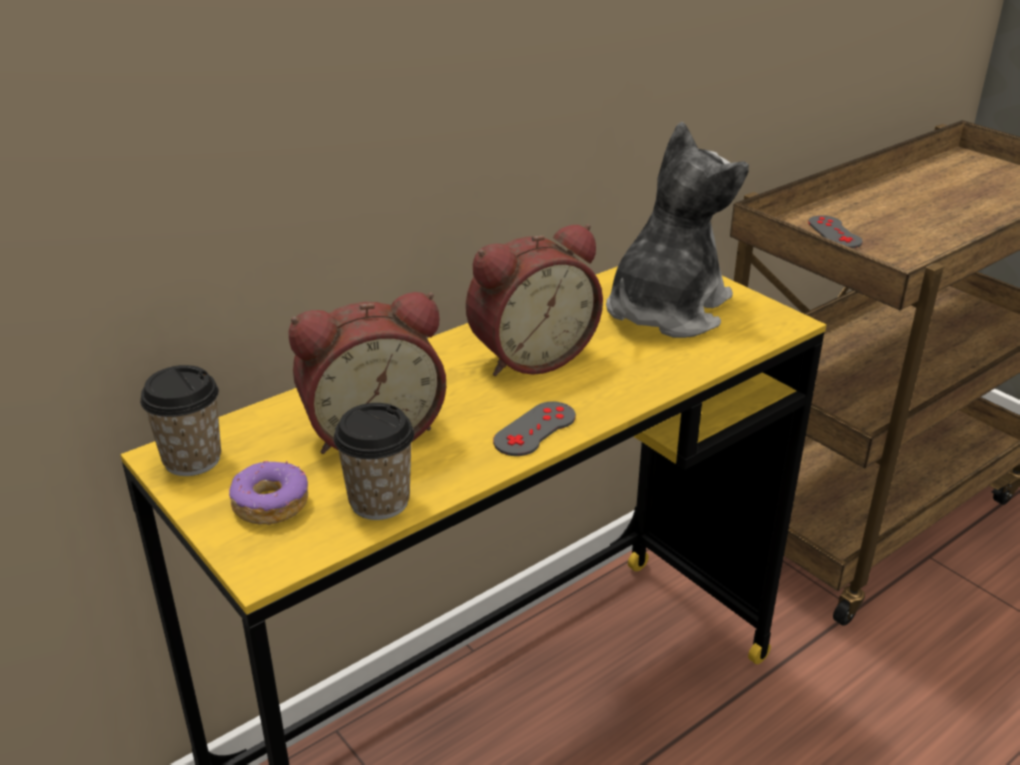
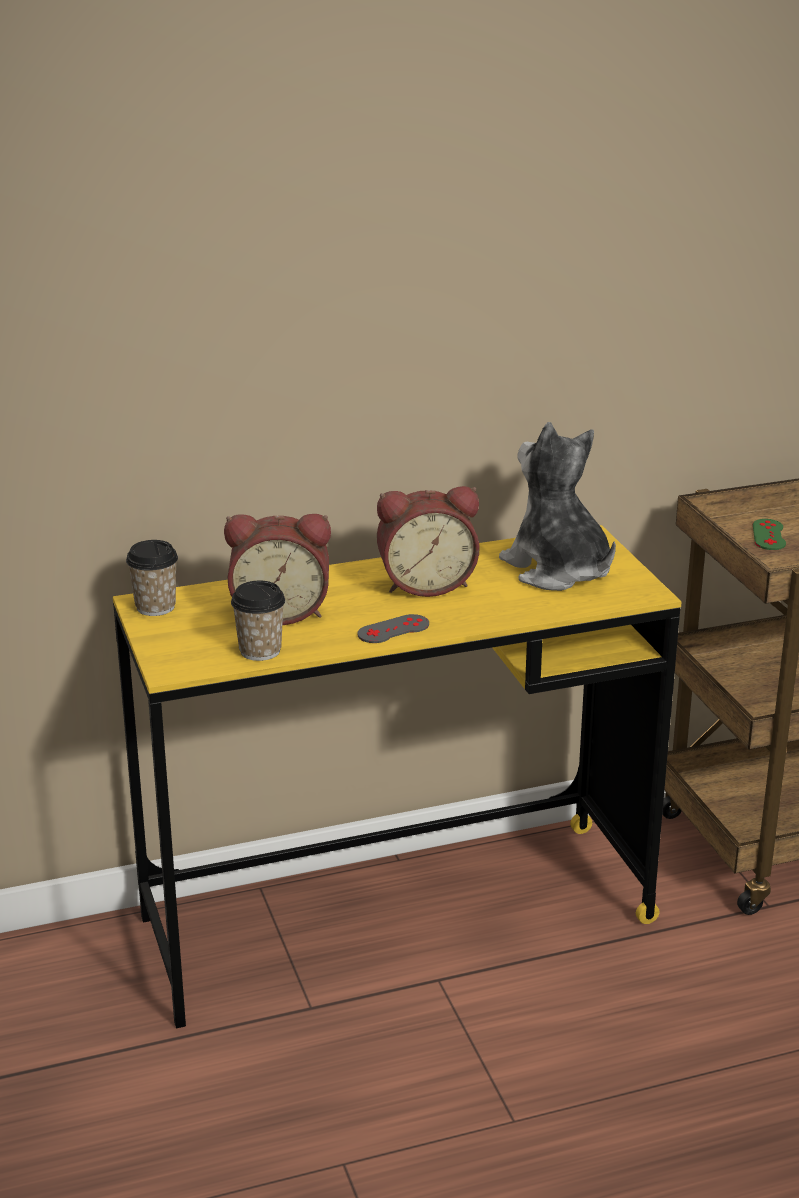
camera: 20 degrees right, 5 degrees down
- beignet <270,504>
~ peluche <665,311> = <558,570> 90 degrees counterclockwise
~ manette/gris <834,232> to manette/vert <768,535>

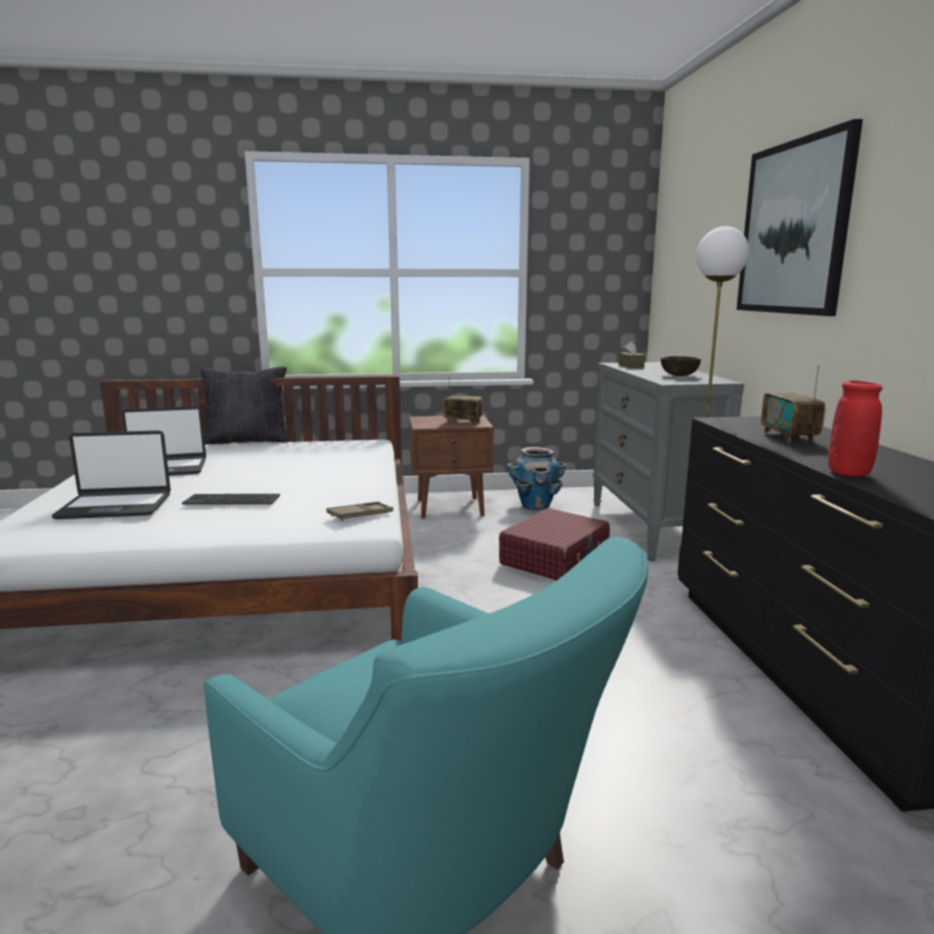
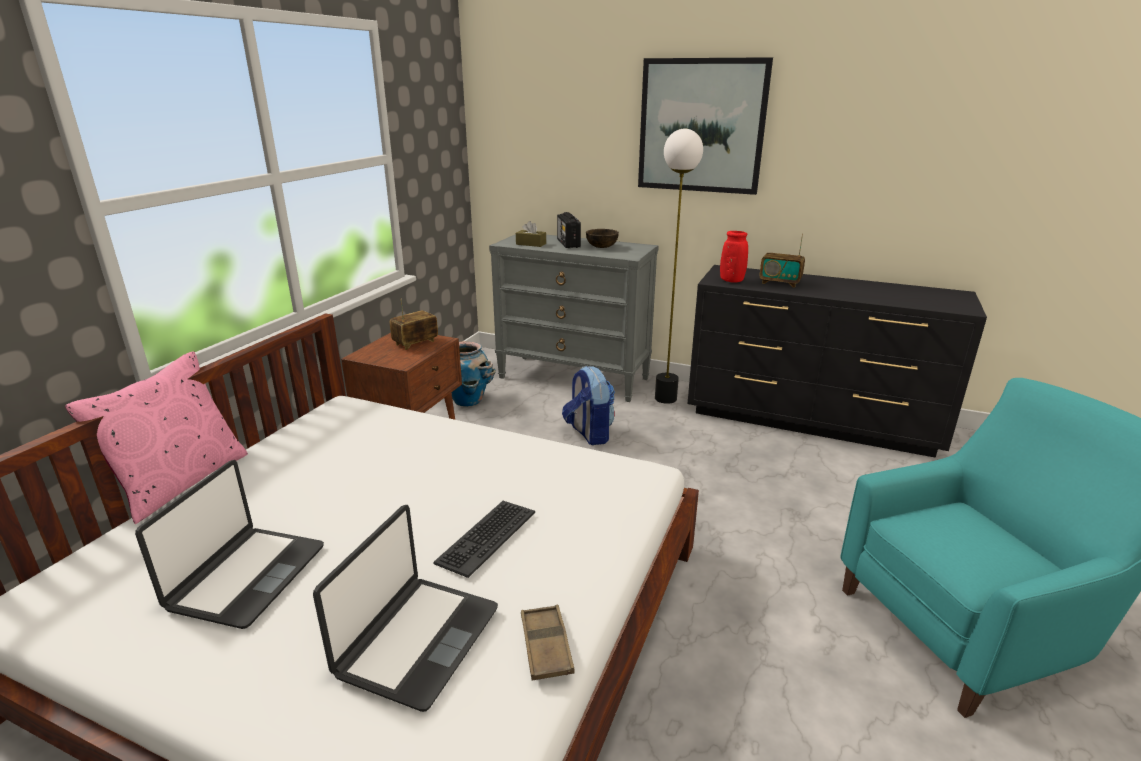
camera: 60 degrees left, 10 degrees up
~ coussin/noir <247,440> to coussin/rose <181,482>
~ plateau/marron <360,515> to <546,646>
~ valise/rouge <555,559> to sac à dos <589,433>
~ vase/rouge <848,473> to <731,280>
+ radio <568,244>

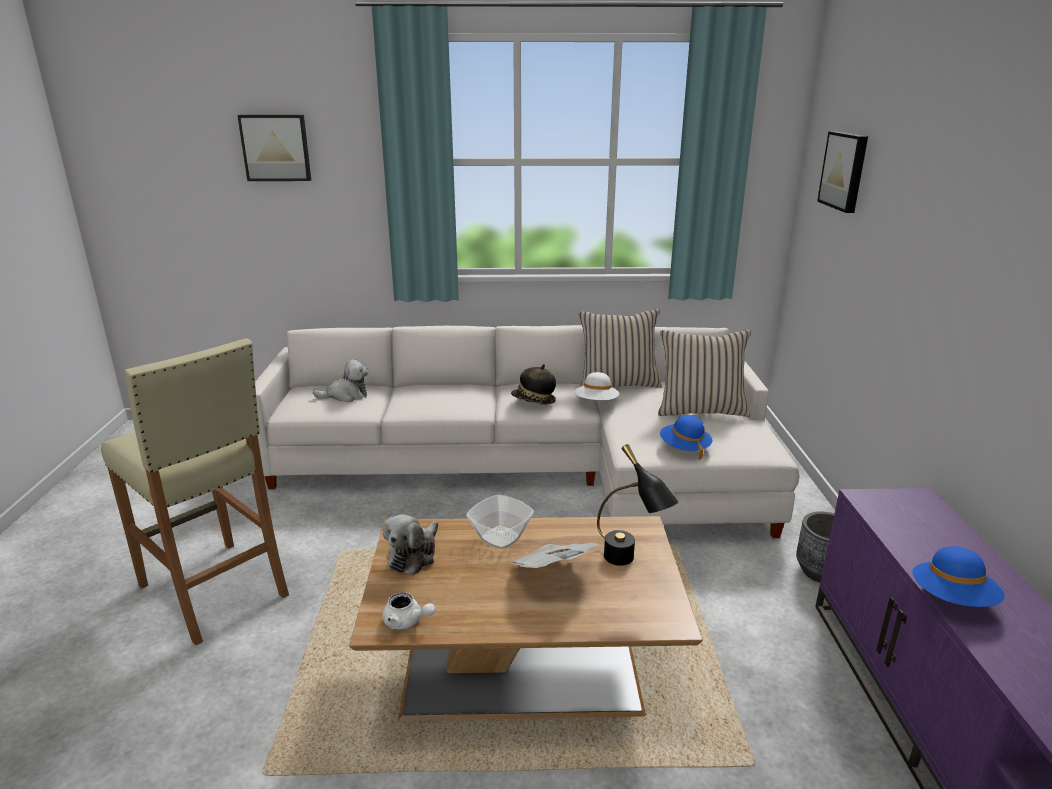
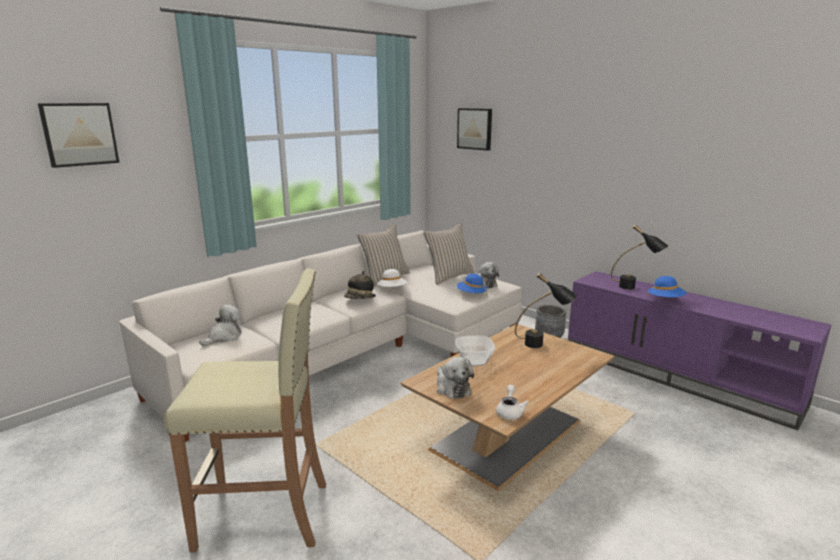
camera: 45 degrees left, 5 degrees down
~ théière/blanc <407,622> = <510,412> 60 degrees counterclockwise
- journal <553,573>
+ peluche <484,284>
+ lampe de table/noir <634,288>

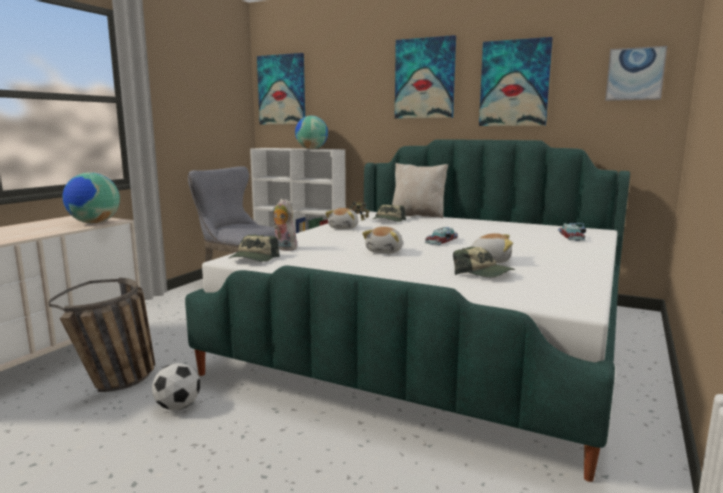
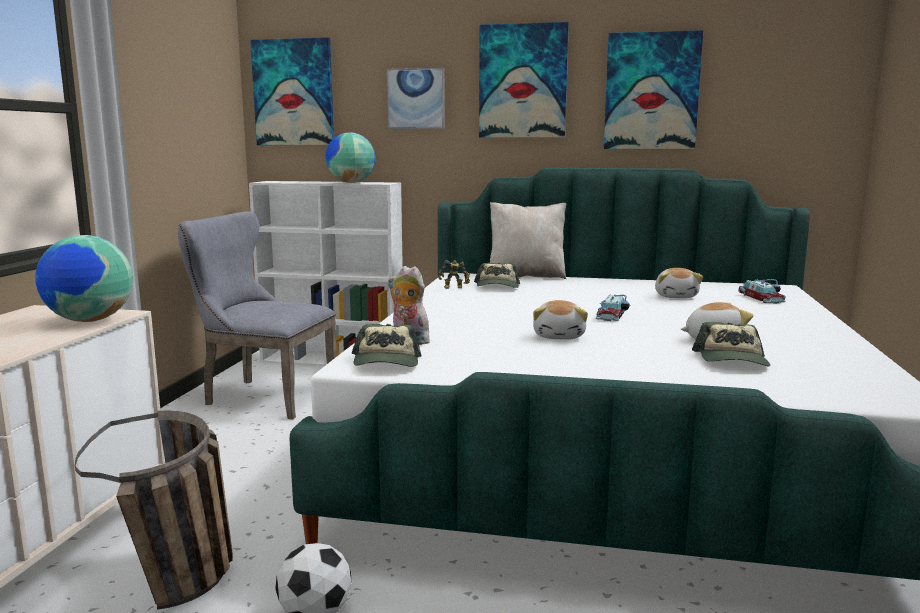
camera: 15 degrees left, 0 degrees up
~ peluche <344,228> to <676,296>
~ casquette <483,273> = <732,361> 75 degrees clockwise
~ tableau <635,74> to <416,99>

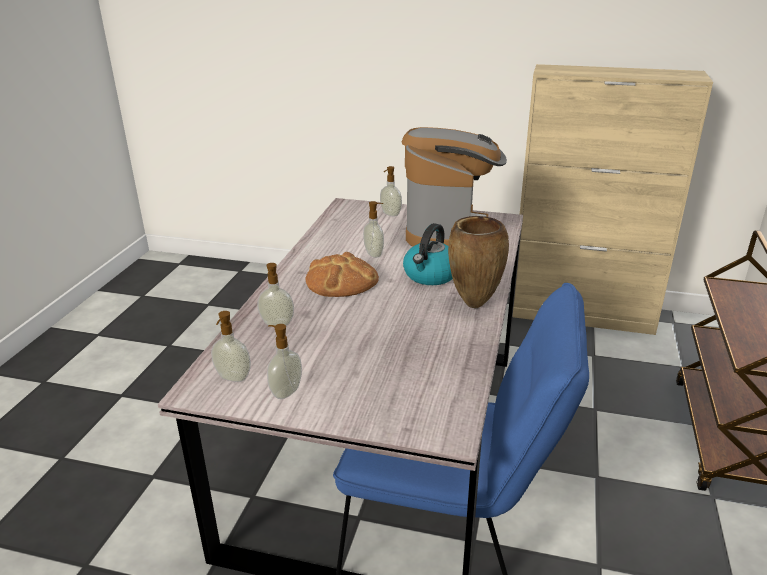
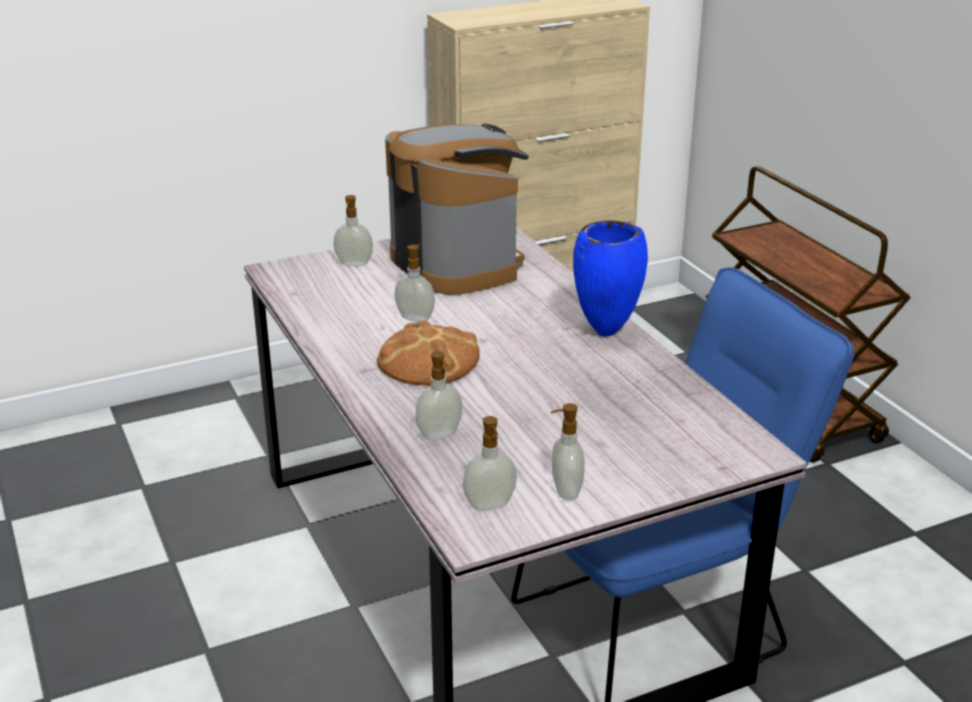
camera: 40 degrees left, 0 degrees up
- bouilloire <430,275>
~ vase/marron <473,305> to vase/bleu <606,333>

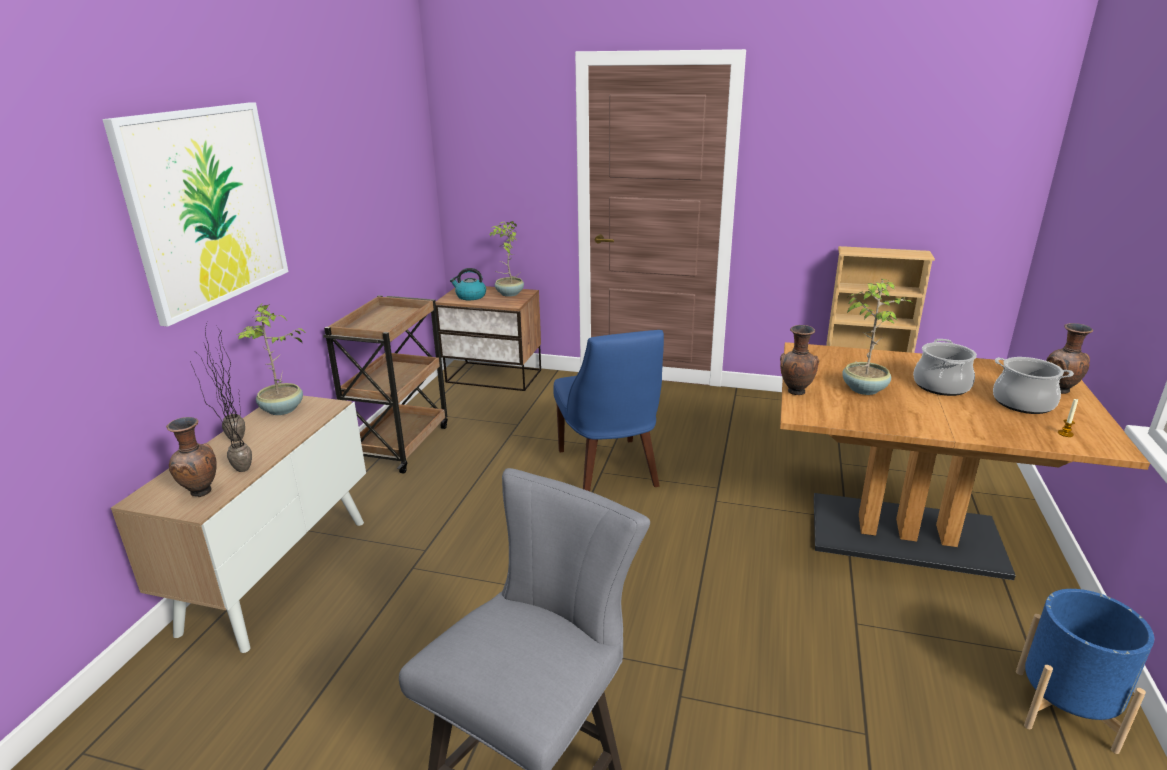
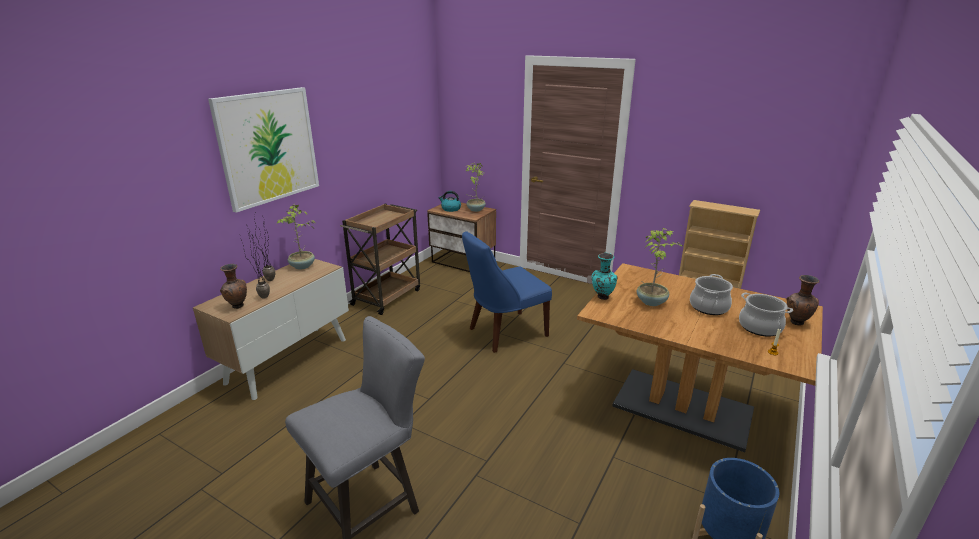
camera: 15 degrees right, 0 degrees up
~ chaise/bleu <609,471> = <504,333> 60 degrees clockwise
~ vase/marron <795,392> to vase/turquoise <602,297>

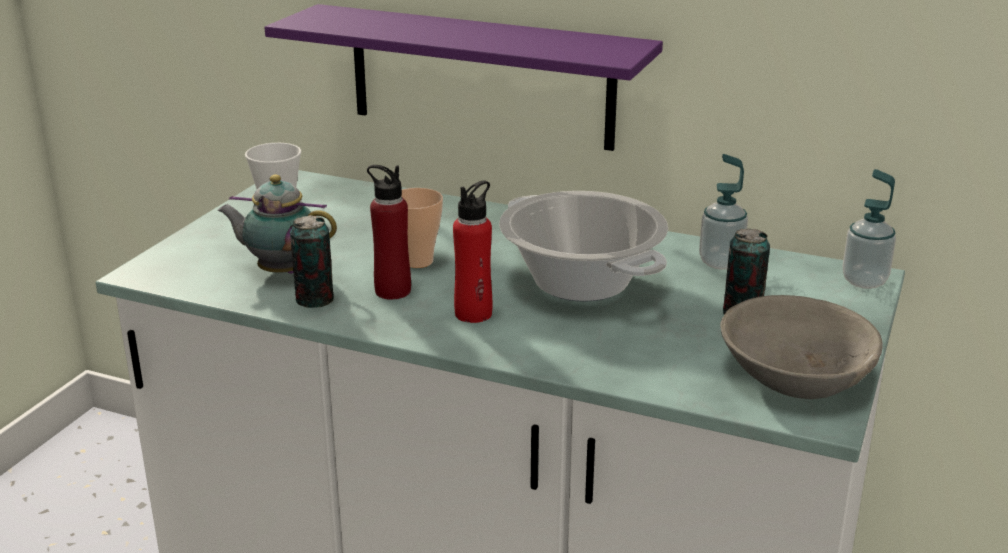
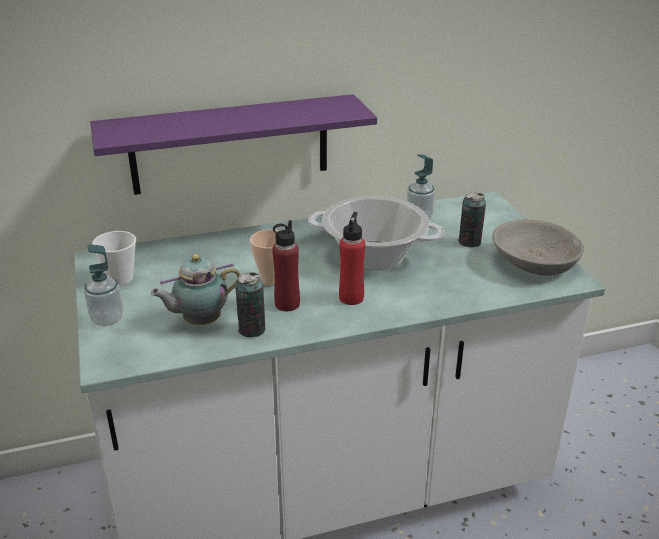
camera: 40 degrees left, 5 degrees up
~ distributeur de savon <864,281> to <107,319>

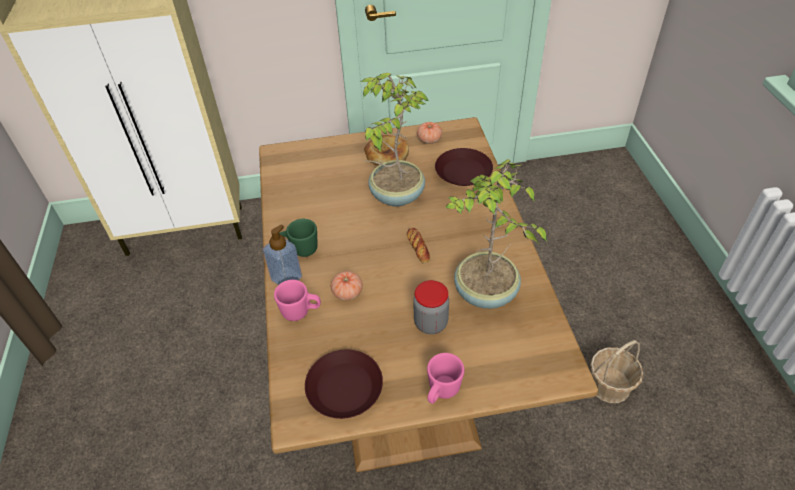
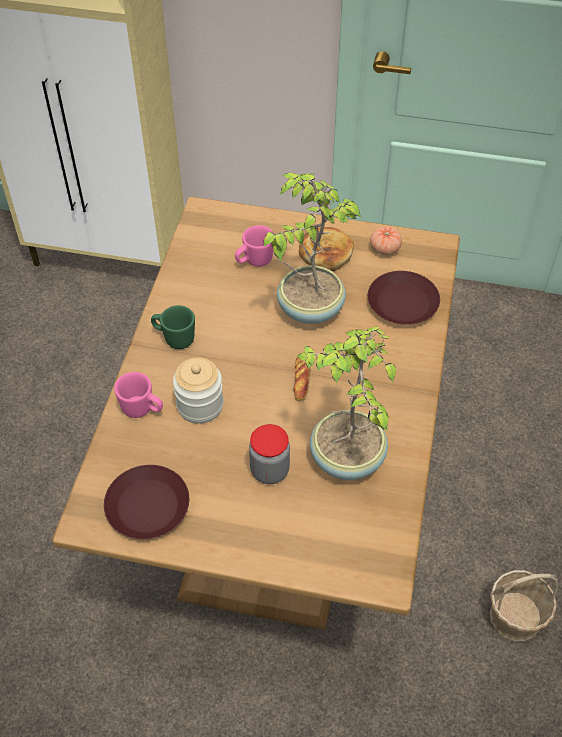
camera: 20 degrees right, 5 degrees up
- distributeur de savon <286,278>
~ tomate <347,293> to bocal <200,405>
~ mug/rose <441,392> to <254,261>

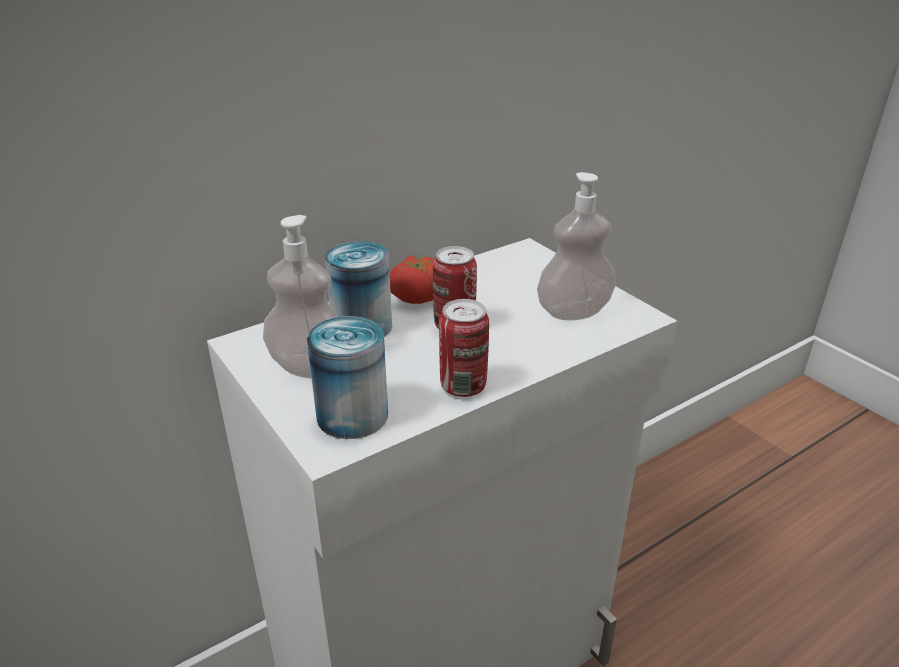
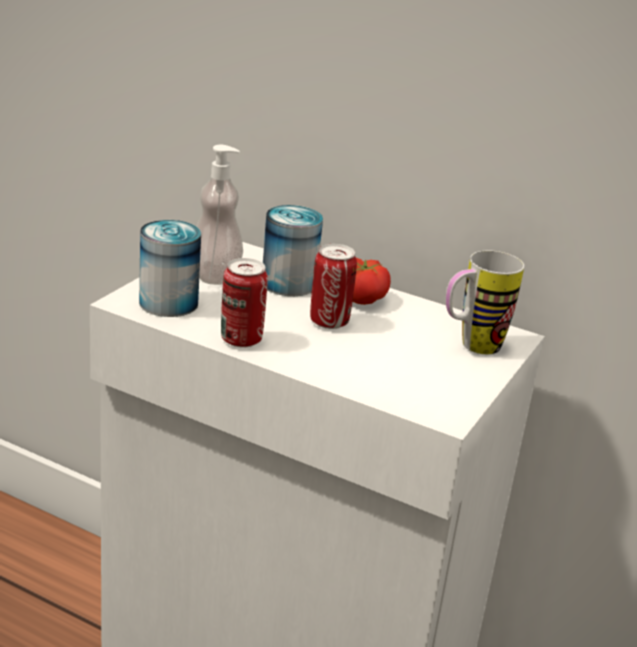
camera: 60 degrees right, 5 degrees down
- distributeur de savon <573,311>
+ mug <470,347>

